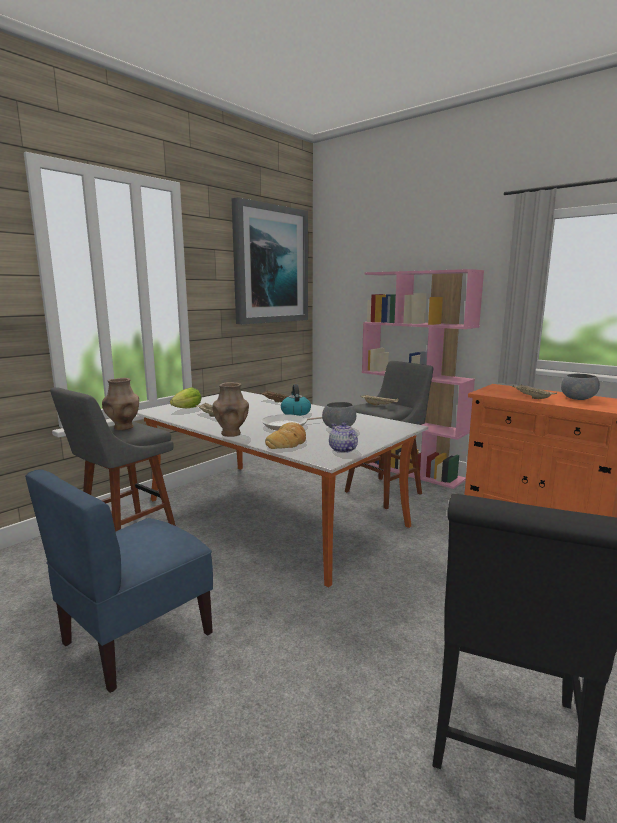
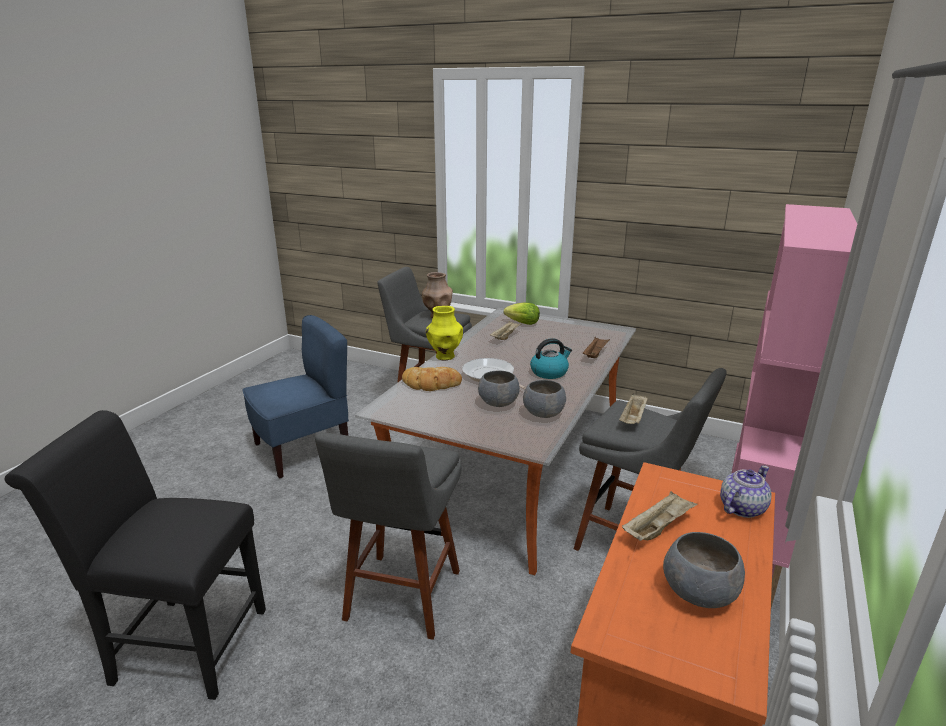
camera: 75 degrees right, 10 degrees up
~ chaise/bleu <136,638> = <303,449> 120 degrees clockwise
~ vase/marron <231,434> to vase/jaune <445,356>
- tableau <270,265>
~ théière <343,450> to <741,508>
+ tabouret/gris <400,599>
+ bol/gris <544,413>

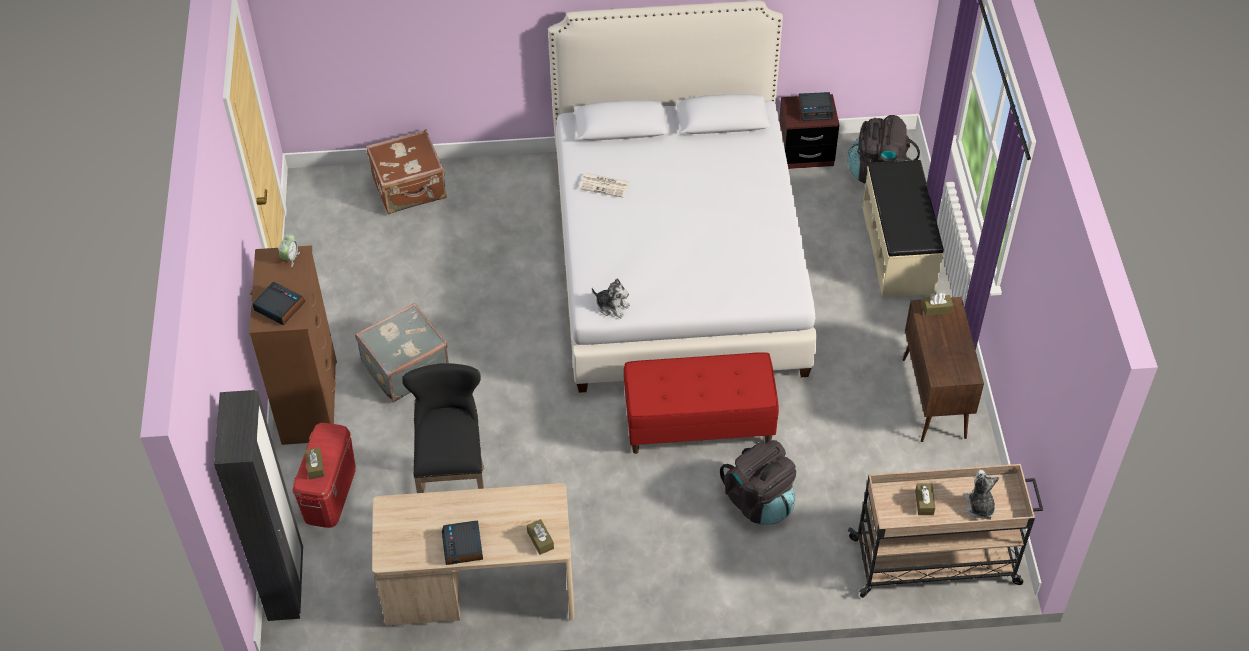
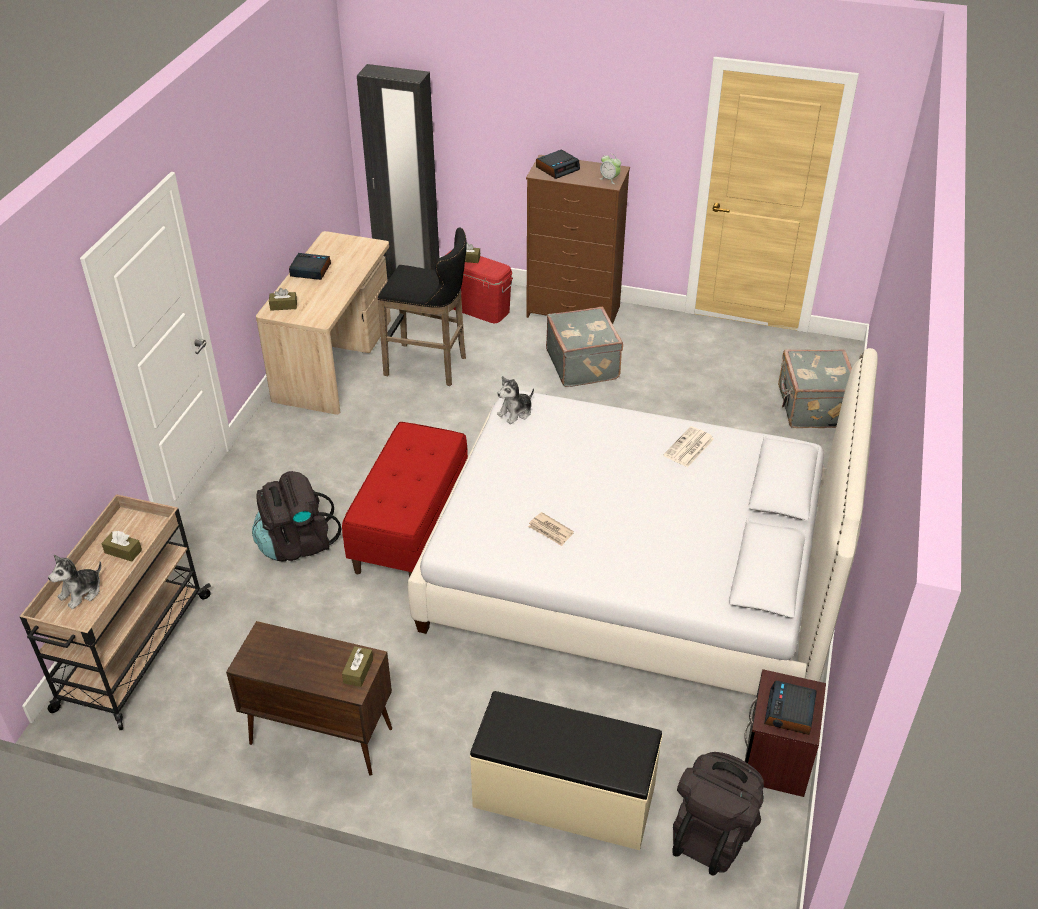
camera: 110 degrees right, 10 degrees down
~ valise/marron <410,189> to valise/gris <811,408>
~ peluche <979,506> = <81,592> 120 degrees clockwise
+ journal <550,531>

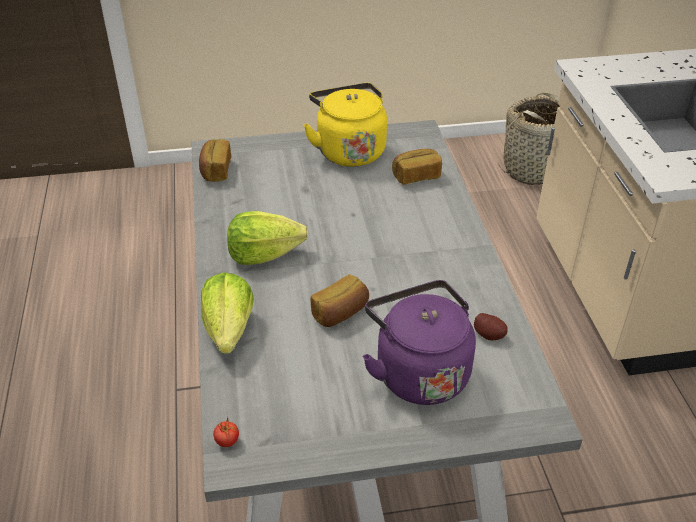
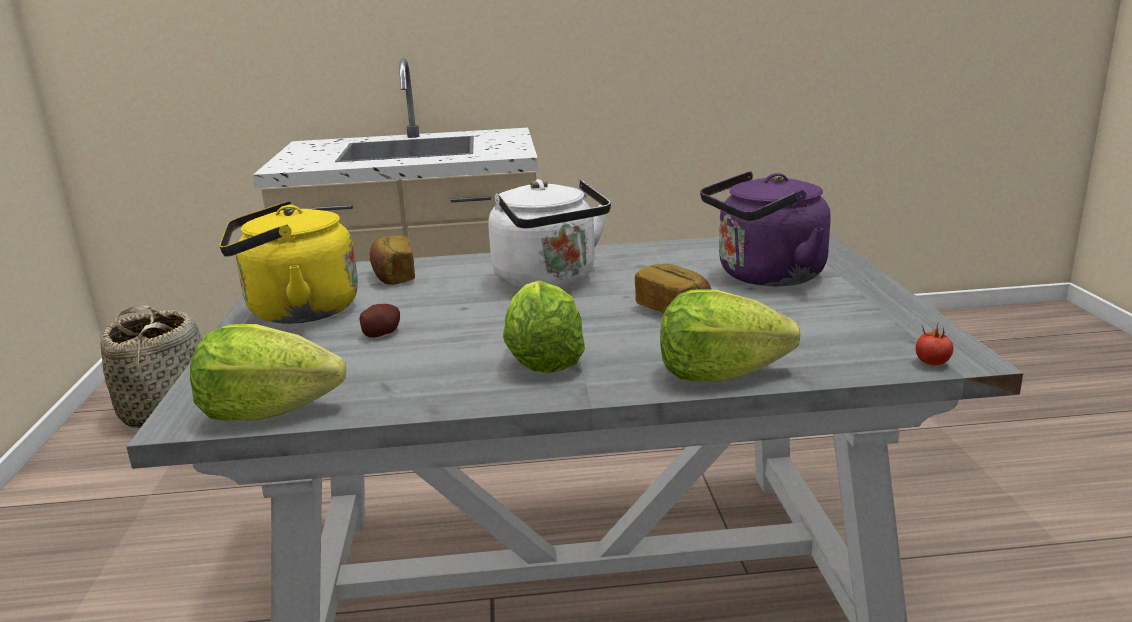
camera: 85 degrees left, 20 degrees down
~ pain <215,170> to laitue <268,411>
~ pomme de terre <489,334> to <382,333>
+ bouilloire/blanc <549,281>

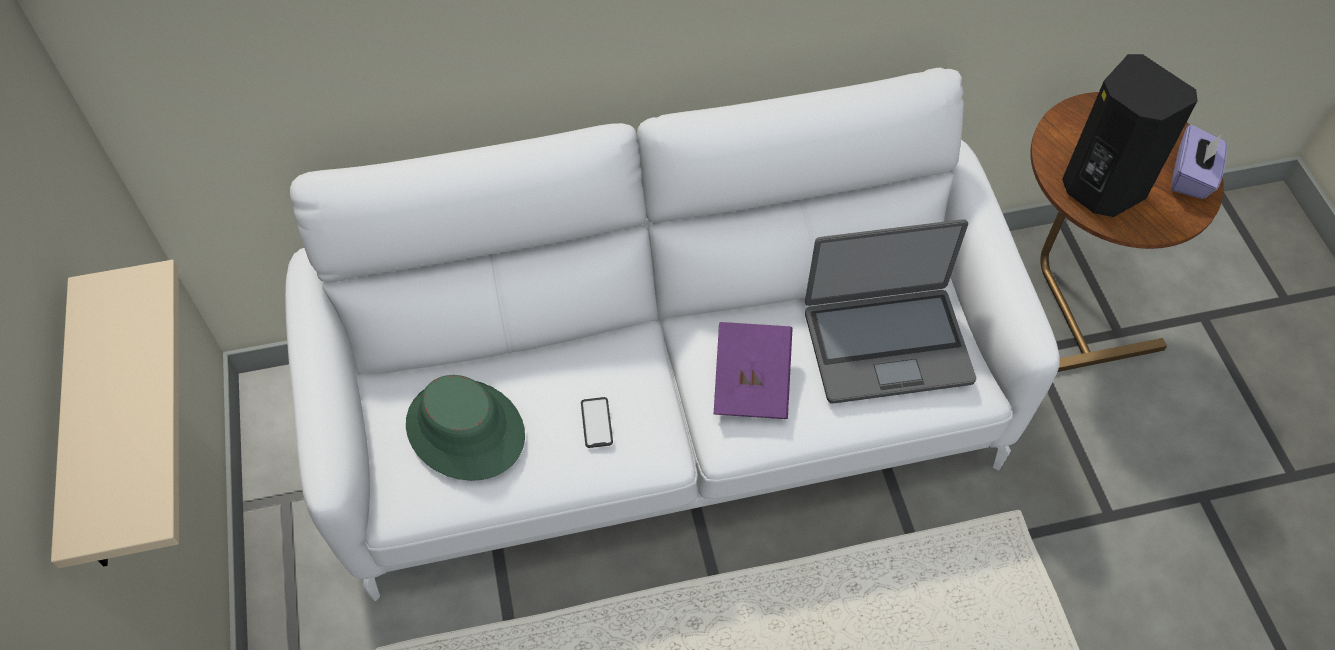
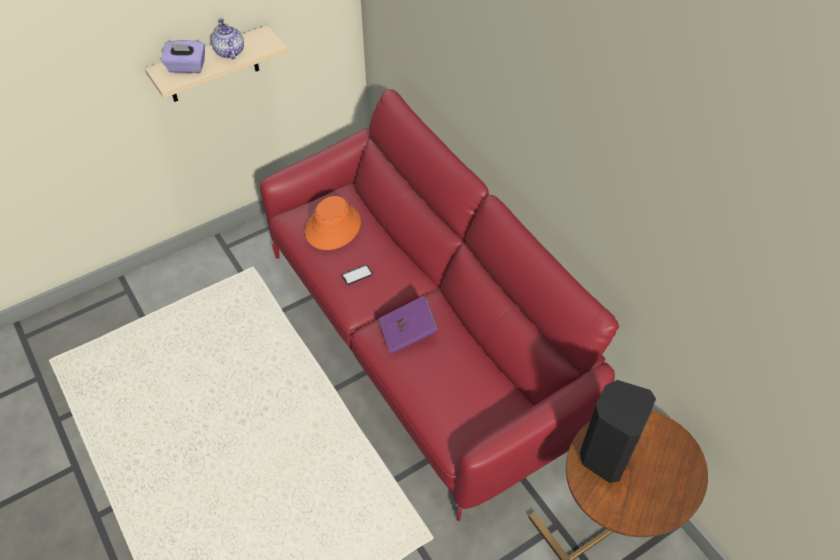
camera: 70 degrees right, 5 degrees down
~ canapé/blanc <668,417> to canapé/rouge <420,340>
~ chapeau/vert <465,430> to chapeau/orange <332,227>
- ordinateur portable <886,344>
~ boîte à mouchoirs/violet <1191,177> to <186,67>
+ théière <229,52>

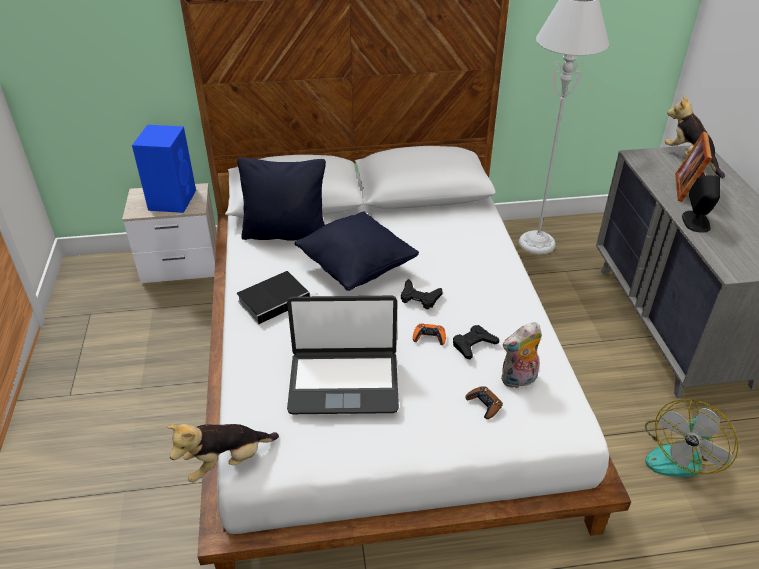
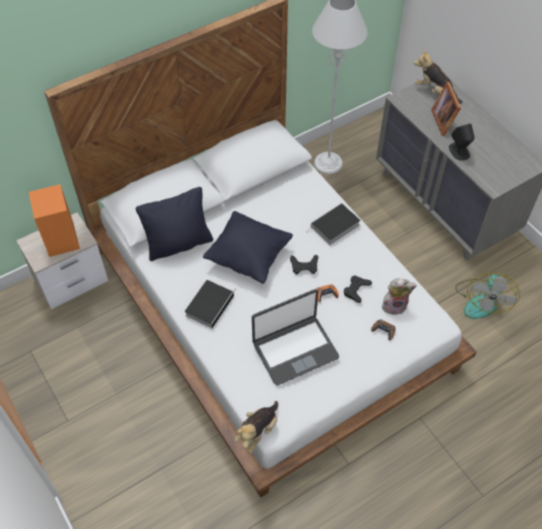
camera: 25 degrees left, 15 degrees up
~ enceinte/bleu <173,199> to enceinte/orange <61,239>
~ peluche <518,380> = <394,305> 135 degrees counterclockwise
+ livre <334,227>

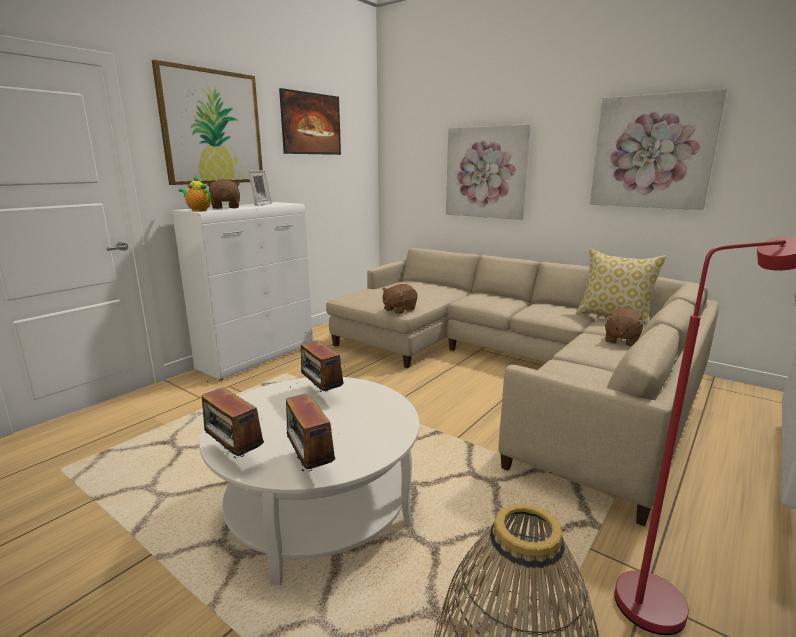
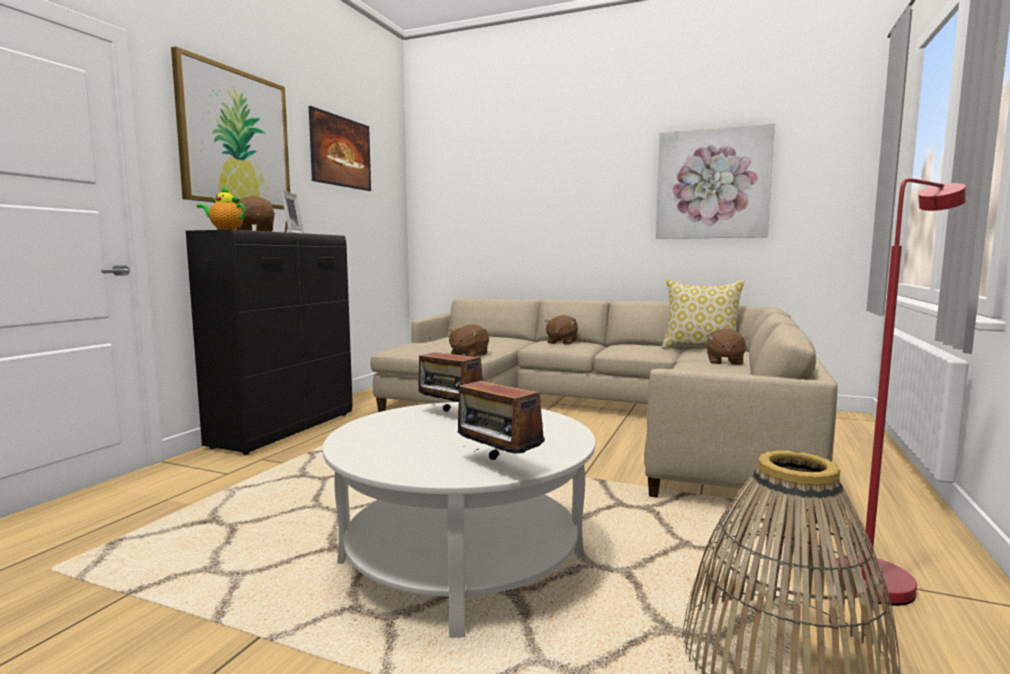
camera: 15 degrees left, 10 degrees down
~ meuble de rangement/blanc <258,357> to meuble de rangement/noir <285,429>
- radio <234,456>
- tableau <486,172>
+ peluche/marron <561,342>

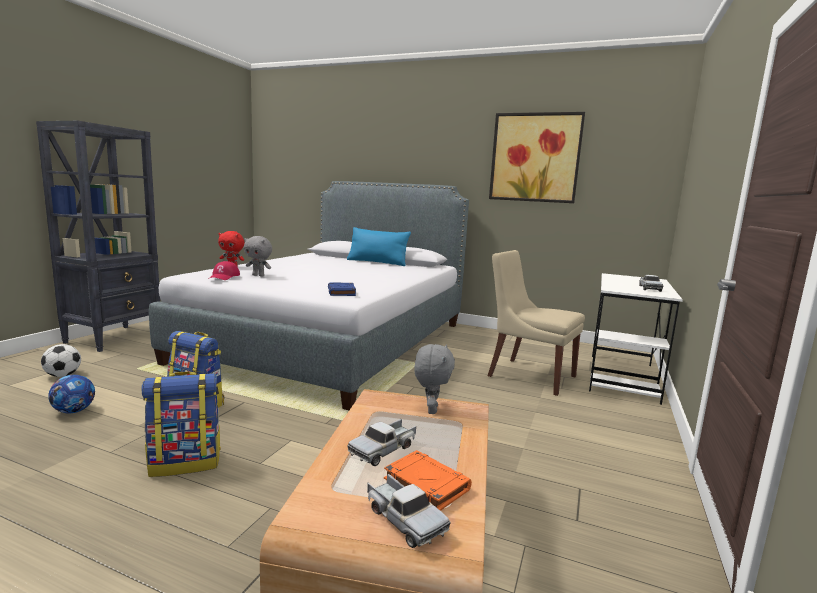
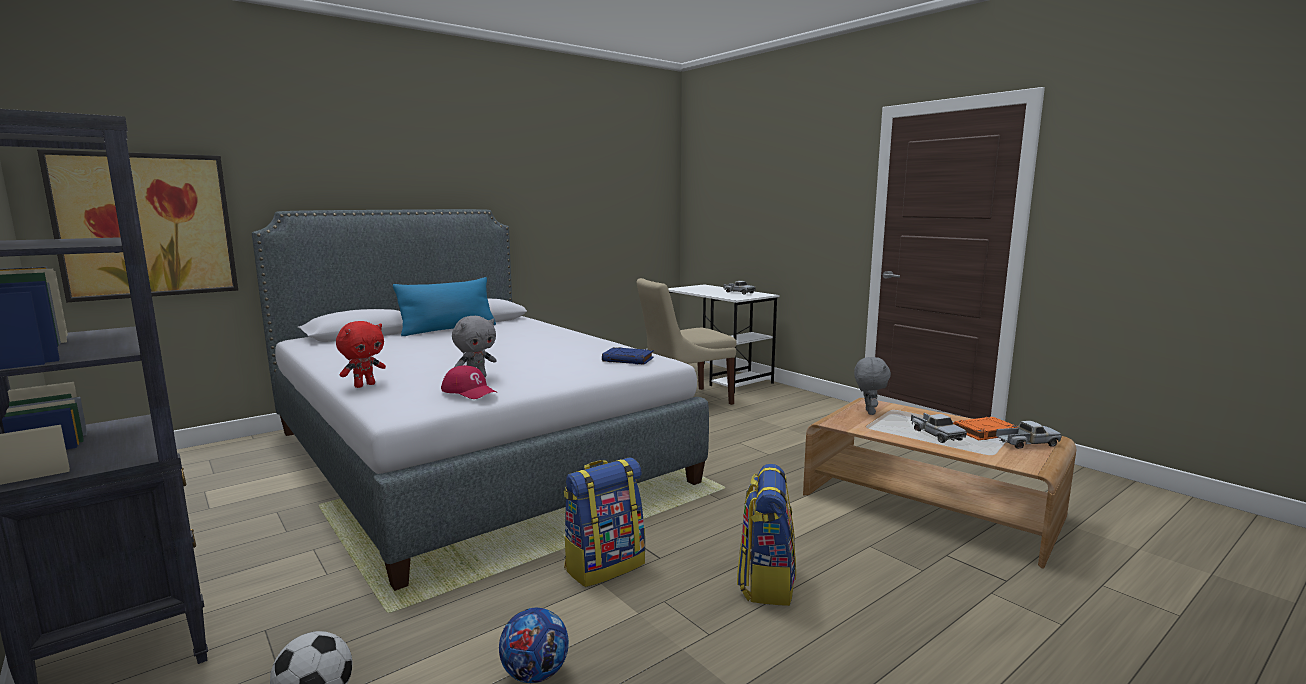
camera: 60 degrees left, 0 degrees up
~ peluche/gris <431,410> = <868,412> 60 degrees clockwise
~ tableau <535,158> to <146,225>

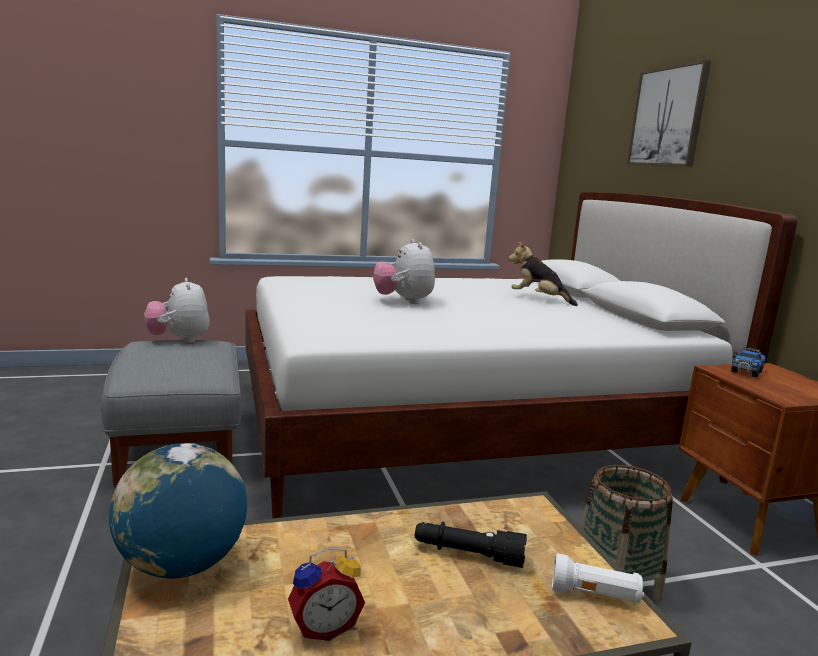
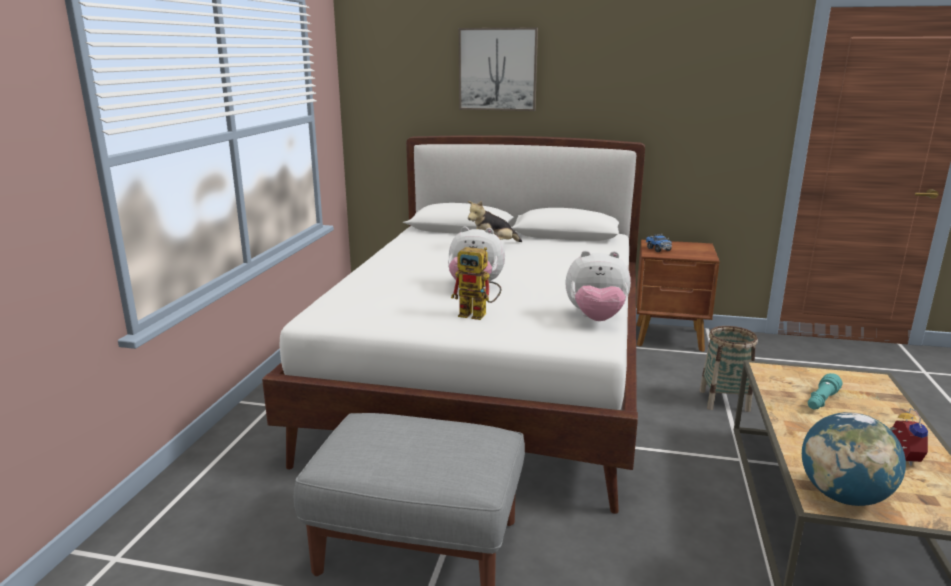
camera: 60 degrees left, 5 degrees up
~ peluche <179,340> to <596,319>
~ lampe de poche/noir <468,554> to lampe de poche/turquoise <821,401>
- lampe de poche/blanc <594,595>
+ robot jouet <479,315>

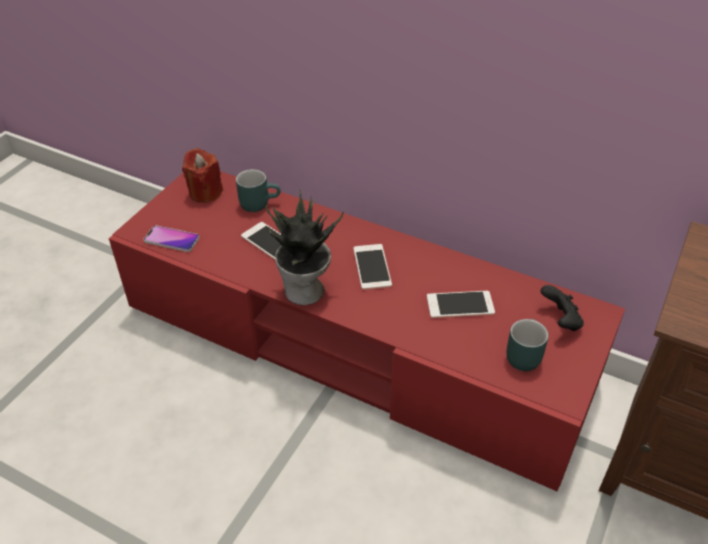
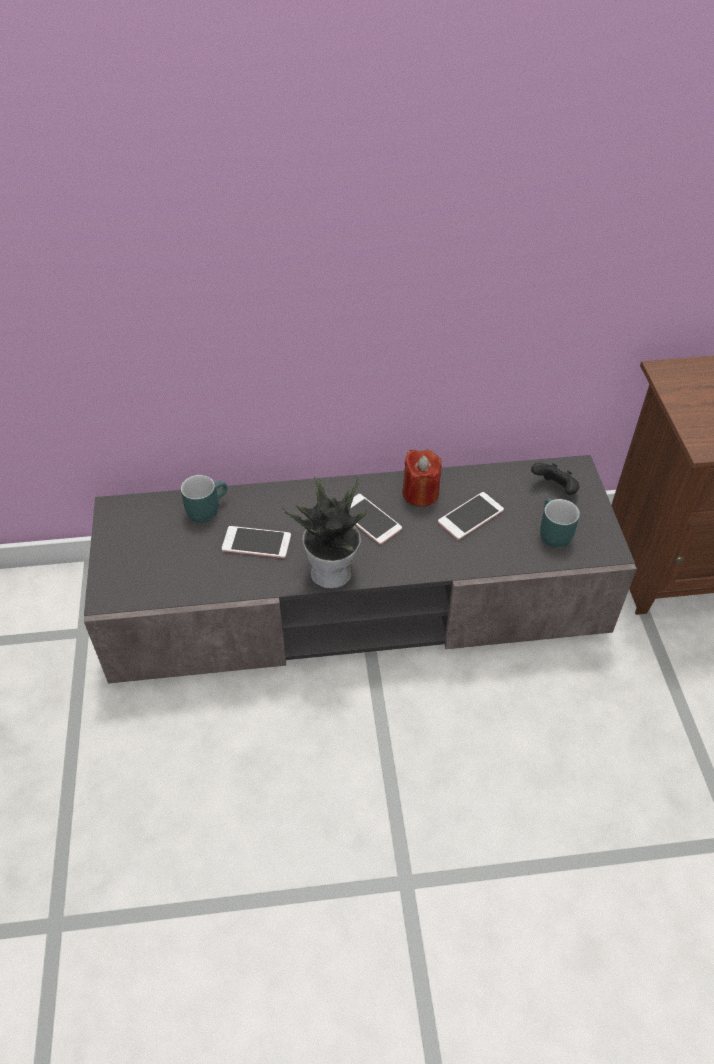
camera: 35 degrees left, 5 degrees up
~ meuble télé/rouge <354,344> to meuble télé/gris <357,601>
- téléphone <171,239>
~ bougie/rouge <205,192> to <420,493>

